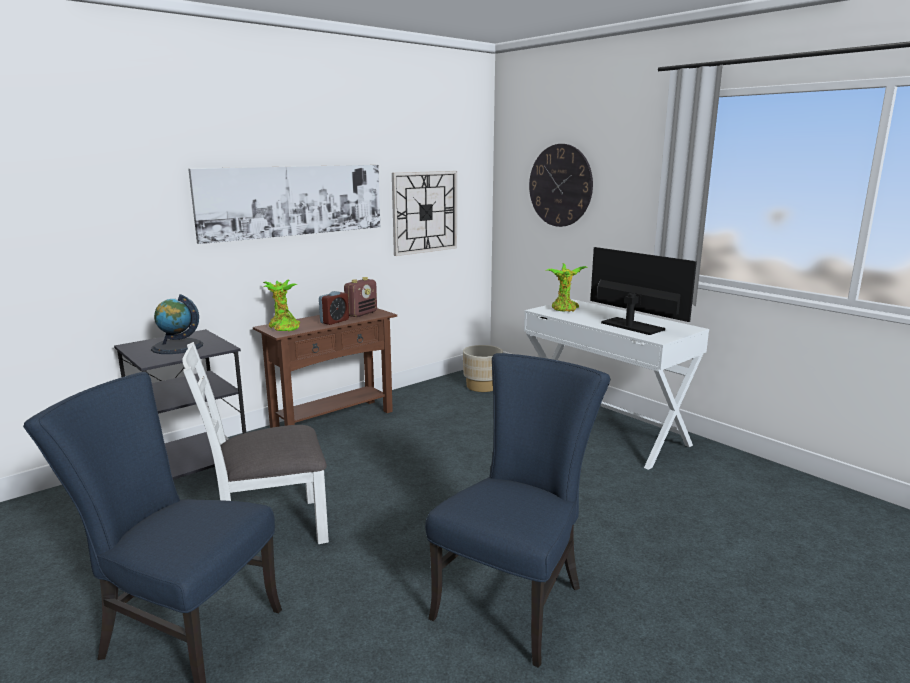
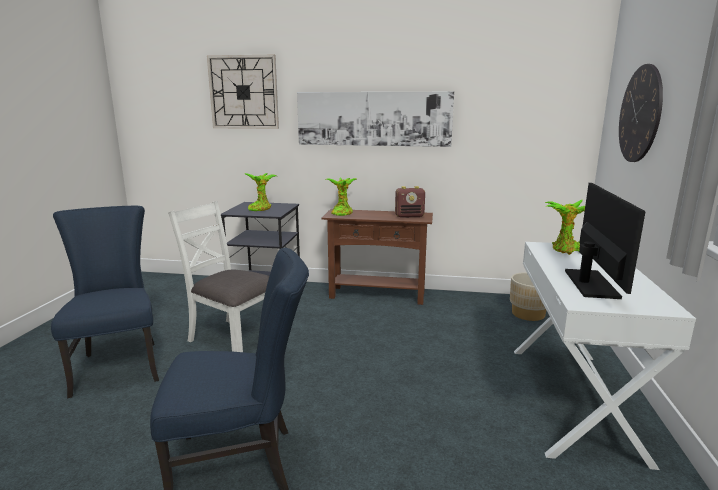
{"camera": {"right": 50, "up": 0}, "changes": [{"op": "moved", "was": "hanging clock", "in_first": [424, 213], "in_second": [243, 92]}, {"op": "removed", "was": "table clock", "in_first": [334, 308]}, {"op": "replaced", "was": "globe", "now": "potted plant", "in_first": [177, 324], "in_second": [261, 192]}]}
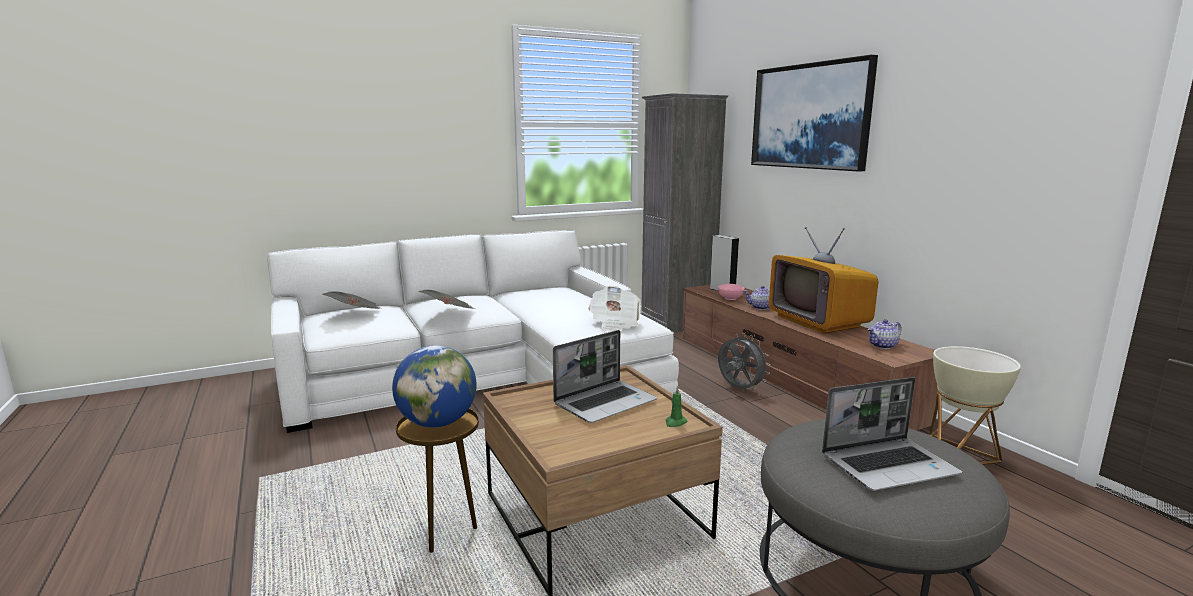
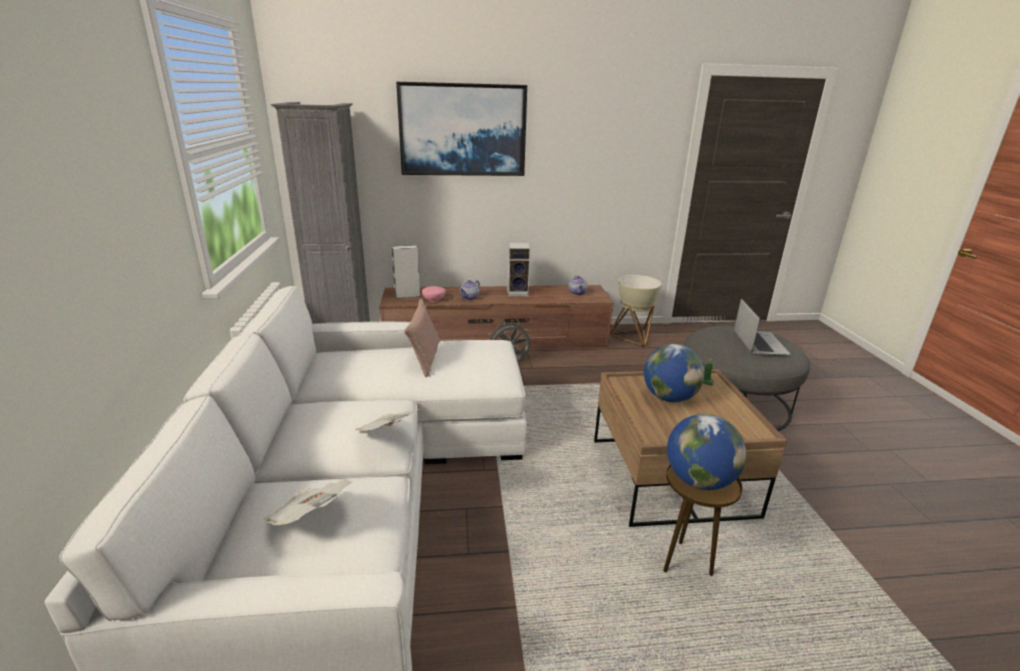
{"camera": {"right": -70, "up": 10}, "changes": [{"op": "replaced", "was": "TV set", "now": "audio speaker", "in_first": [823, 280], "in_second": [519, 269]}, {"op": "removed", "was": "newspaper", "in_first": [614, 309]}, {"op": "replaced", "was": "notebook computer", "now": "globe", "in_first": [605, 376], "in_second": [674, 373]}, {"op": "added", "now": "throw pillow (sand-coloured)", "in_second": [422, 338]}]}
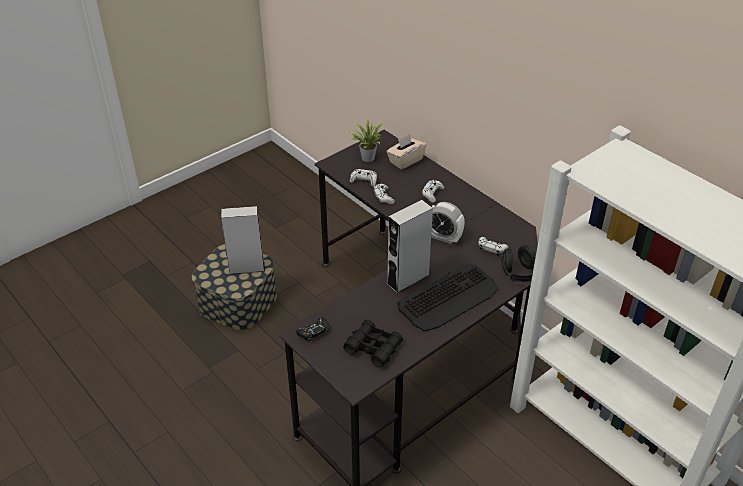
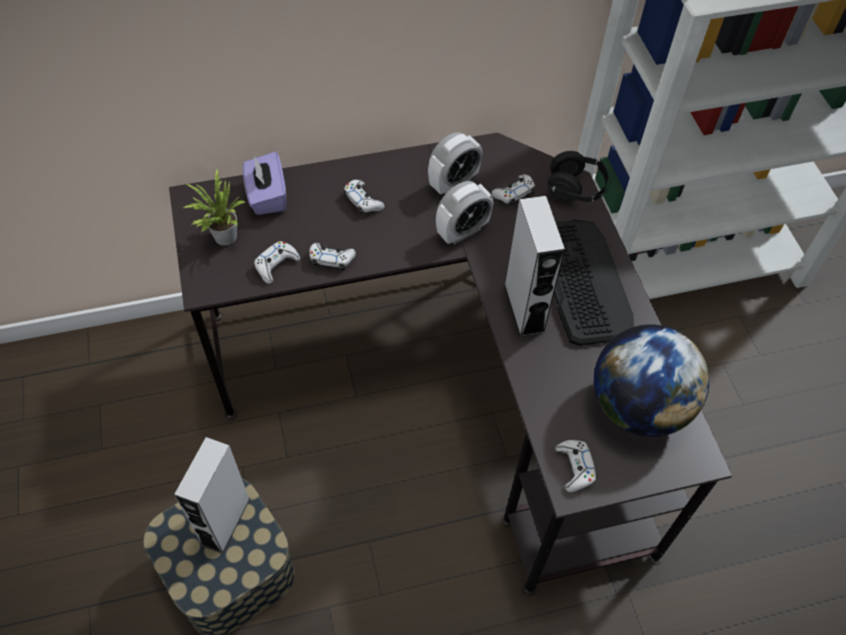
{"camera": {"right": -65, "up": 15}, "changes": [{"op": "recoloured", "was": "tissue holder (sand-coloured)", "now": "tissue holder (purple-coloured)", "in_first": [406, 152], "in_second": [264, 183]}, {"op": "recoloured", "was": "game controller (black-coloured)", "now": "game controller (whitish)", "in_first": [312, 329], "in_second": [576, 466]}, {"op": "replaced", "was": "field glasses (black-coloured)", "now": "globe", "in_first": [373, 343], "in_second": [651, 380]}, {"op": "added", "now": "table clock", "in_second": [455, 163]}]}
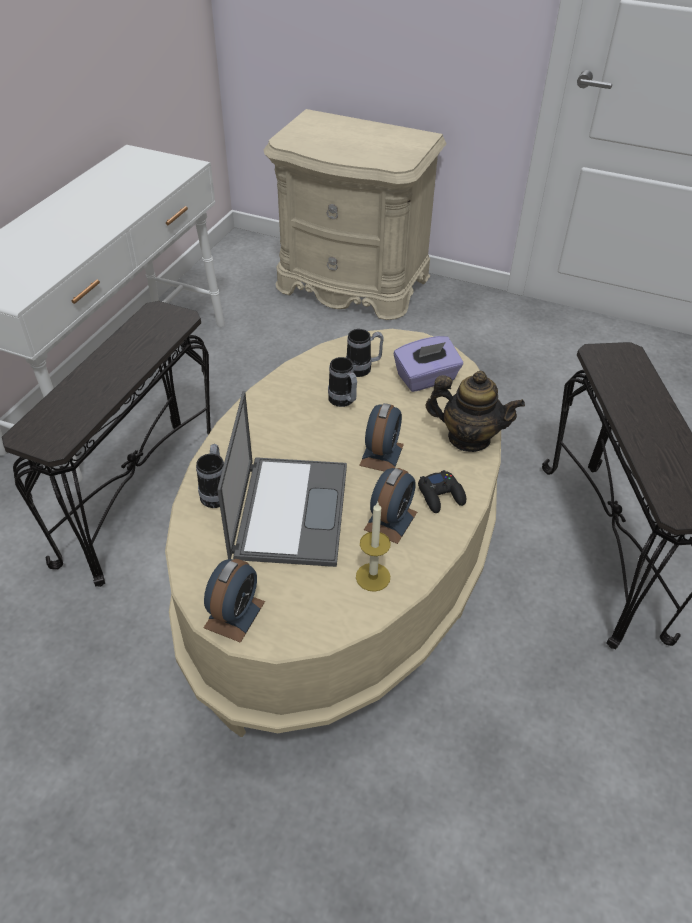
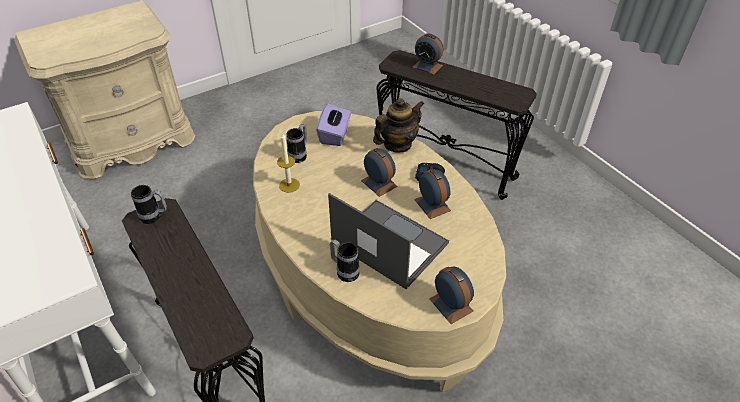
{"camera": {"right": -55, "up": 0}, "changes": [{"op": "moved", "was": "coffee mug", "in_first": [342, 382], "in_second": [149, 204]}, {"op": "moved", "was": "wax candle", "in_first": [373, 546], "in_second": [288, 163]}, {"op": "added", "now": "table clock", "in_second": [427, 54]}]}
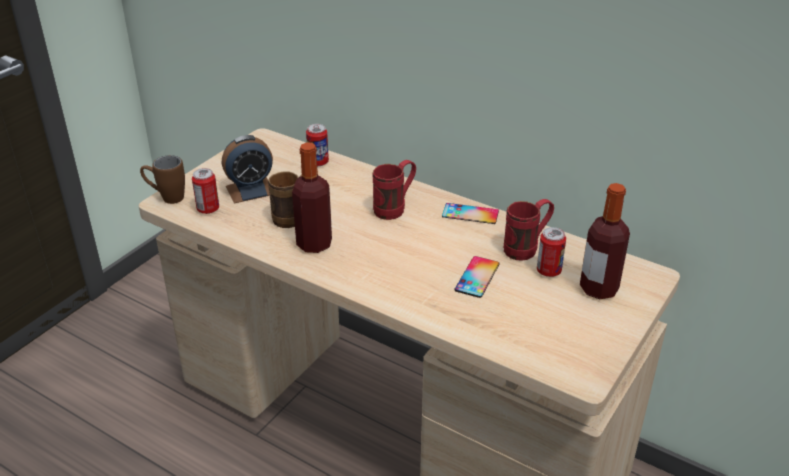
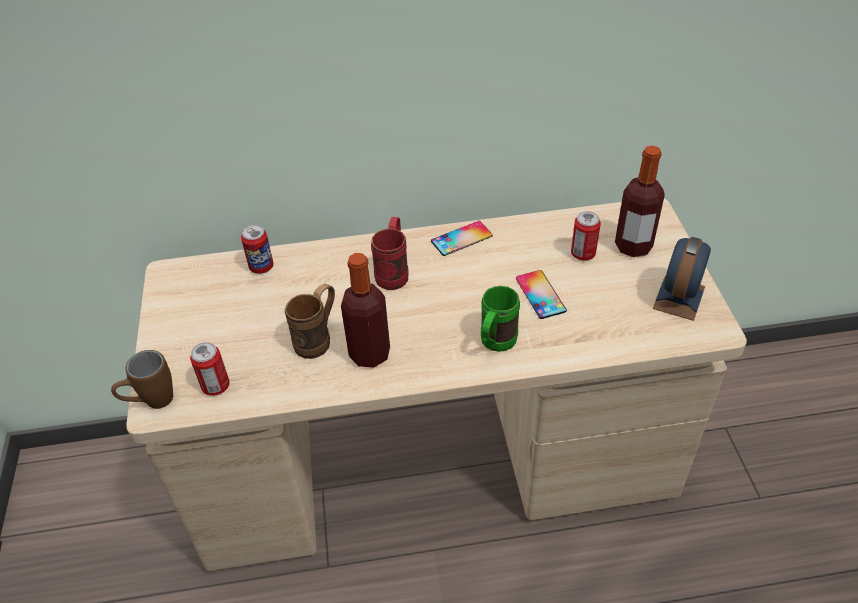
{"camera": {"right": -40, "up": 10}, "changes": [{"op": "moved", "was": "table clock", "in_first": [247, 169], "in_second": [682, 279]}, {"op": "removed", "was": "coffee mug (red)", "in_first": [529, 230]}, {"op": "added", "now": "coffee mug (green-coloured)", "in_second": [500, 319]}]}
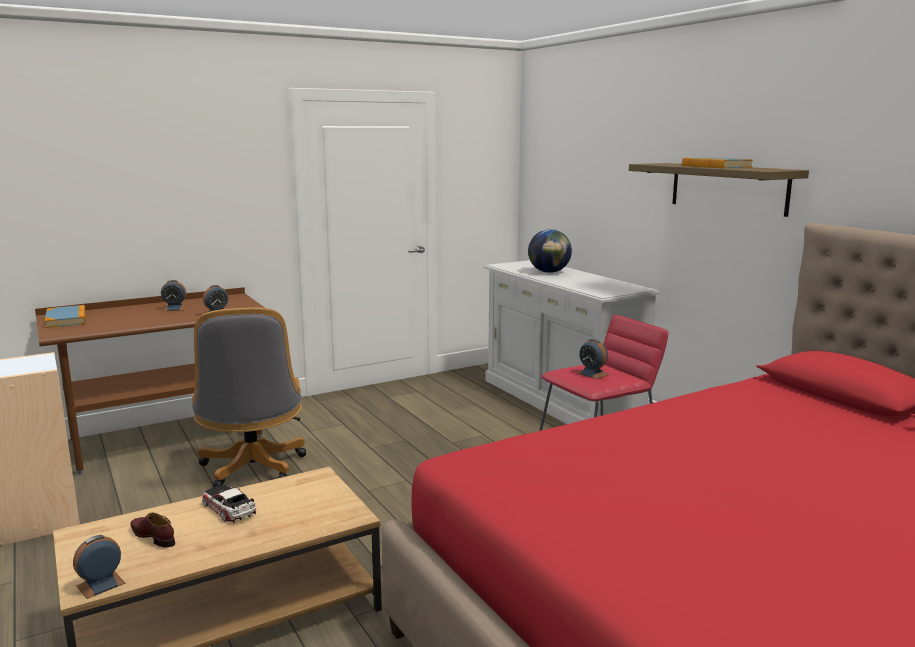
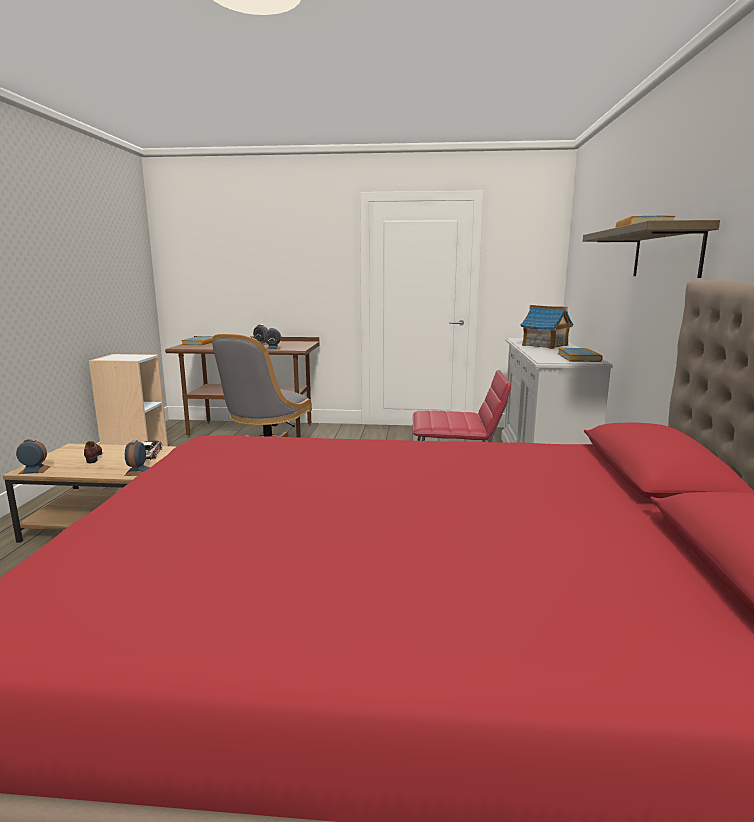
{"camera": {"right": 35, "up": 0}, "changes": [{"op": "replaced", "was": "globe", "now": "toy house", "in_first": [550, 251], "in_second": [547, 327]}, {"op": "moved", "was": "table clock", "in_first": [593, 359], "in_second": [137, 458]}, {"op": "added", "now": "bound book", "in_second": [580, 355]}]}
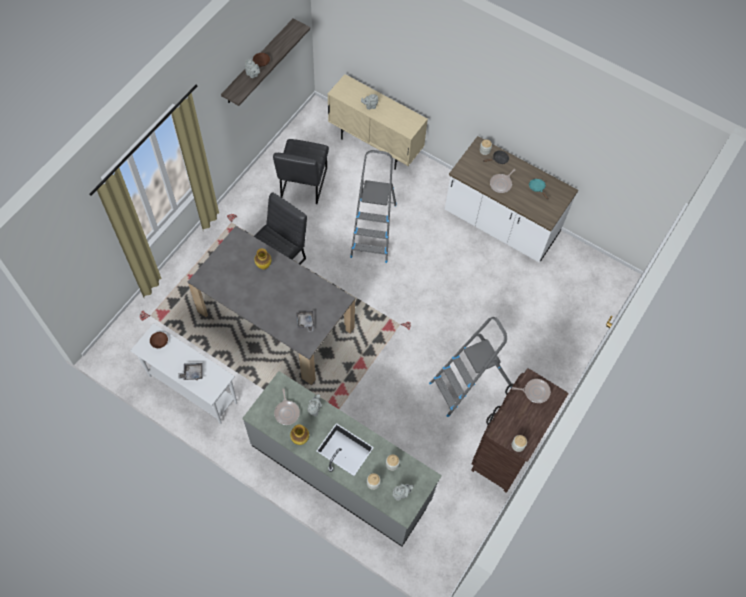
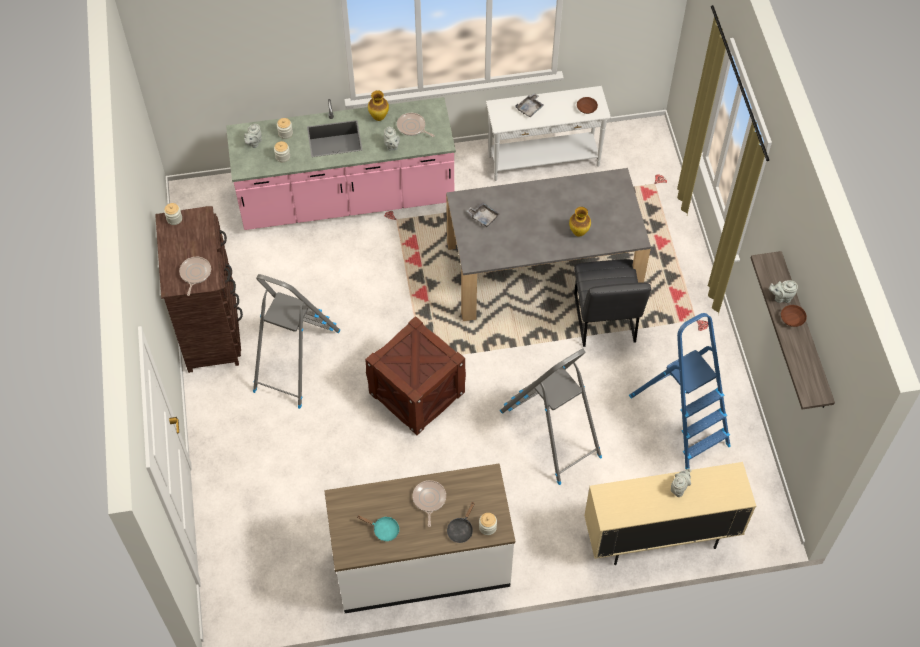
{"camera": {"right": 140, "up": -5}, "changes": [{"op": "replaced", "was": "chair (greyish)", "now": "stepladder (blue-coloured)", "in_first": [301, 171], "in_second": [679, 391]}, {"op": "recoloured", "was": "kitchen base unit (greyish)", "now": "kitchen base unit (pink-coloured)", "in_first": [342, 459], "in_second": [341, 163]}, {"op": "turned", "was": "pan", "in_first": [531, 391], "in_second": [195, 276], "clockwise": 135}, {"op": "added", "now": "crate", "in_second": [415, 375]}]}
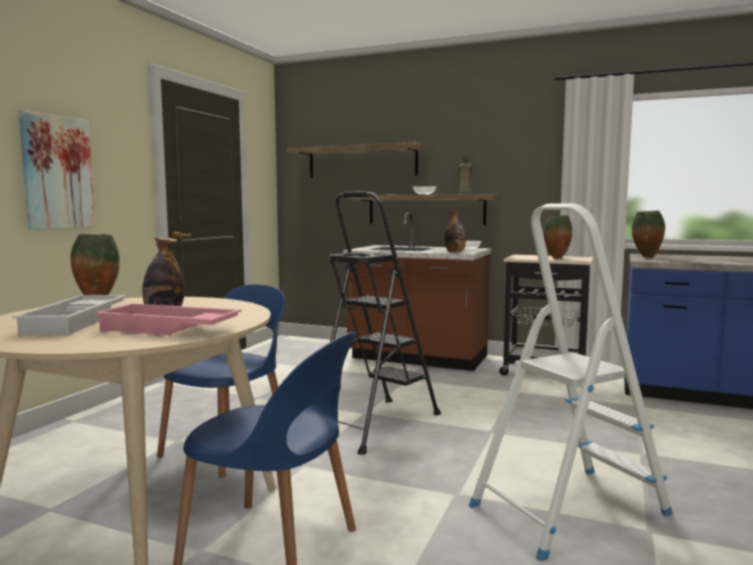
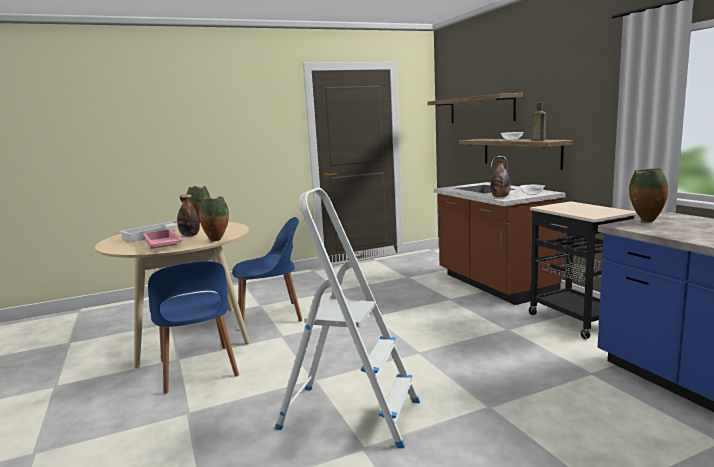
{"camera": {"right": 45, "up": 5}, "changes": [{"op": "removed", "was": "picture", "in_first": [56, 170]}, {"op": "removed", "was": "stepladder", "in_first": [385, 323]}, {"op": "moved", "was": "flower vase", "in_first": [557, 237], "in_second": [214, 218]}]}
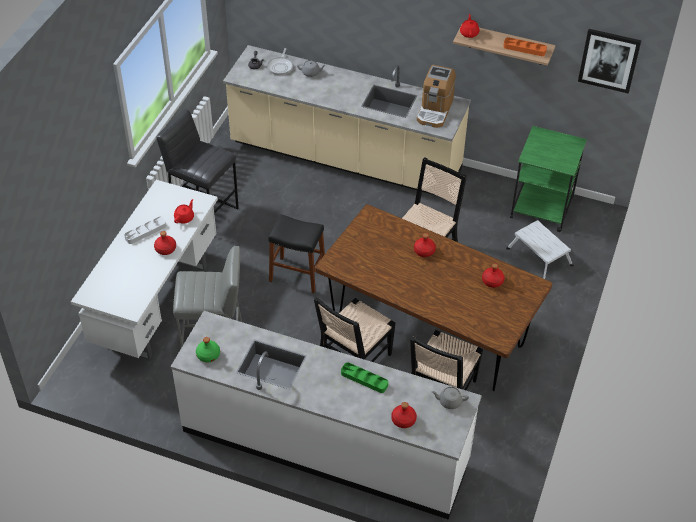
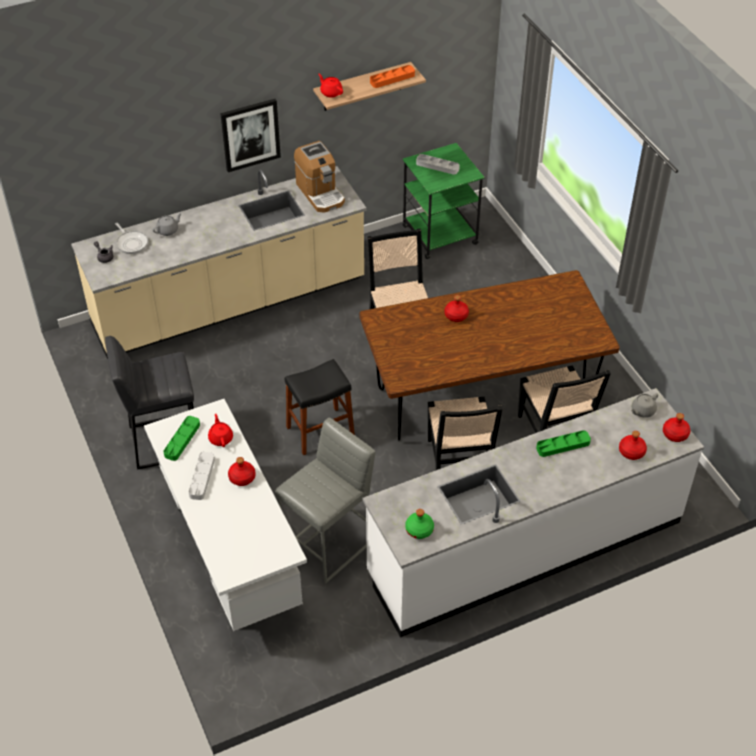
{"camera": {"right": -45, "up": 0}, "changes": [{"op": "moved", "was": "picture", "in_first": [609, 61], "in_second": [250, 135]}, {"op": "removed", "was": "stepladder (whitish)", "in_first": [540, 249]}, {"op": "moved", "was": "beverage bottle (red)", "in_first": [493, 275], "in_second": [676, 427]}, {"op": "added", "now": "serving tray (greyish)", "in_second": [438, 164]}, {"op": "added", "now": "serving tray (green-coloured)", "in_second": [181, 438]}]}
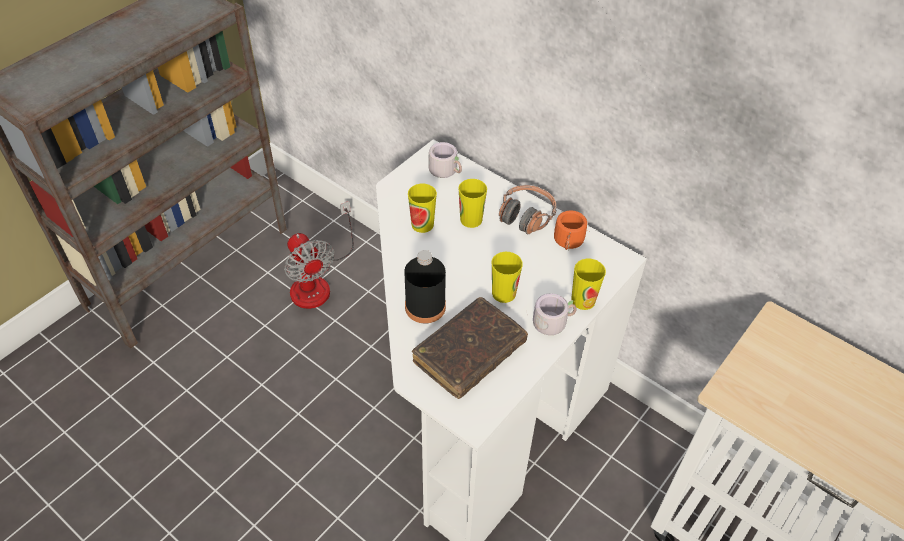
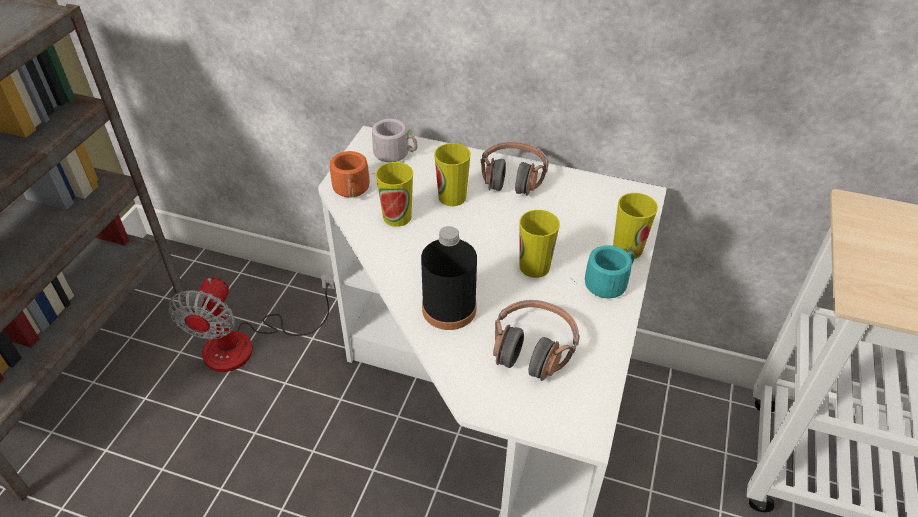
{"camera": {"right": -20, "up": -5}, "changes": [{"op": "turned", "was": "fan", "in_first": [319, 255], "in_second": [252, 323], "clockwise": 60}, {"op": "moved", "was": "coffee mug (orange-coloured)", "in_first": [570, 230], "in_second": [350, 175]}, {"op": "recoloured", "was": "coffee mug (greyish)", "now": "coffee mug (blue-green)", "in_first": [551, 314], "in_second": [603, 271]}, {"op": "replaced", "was": "bound book (brown)", "now": "headset", "in_first": [470, 348], "in_second": [536, 340]}]}
